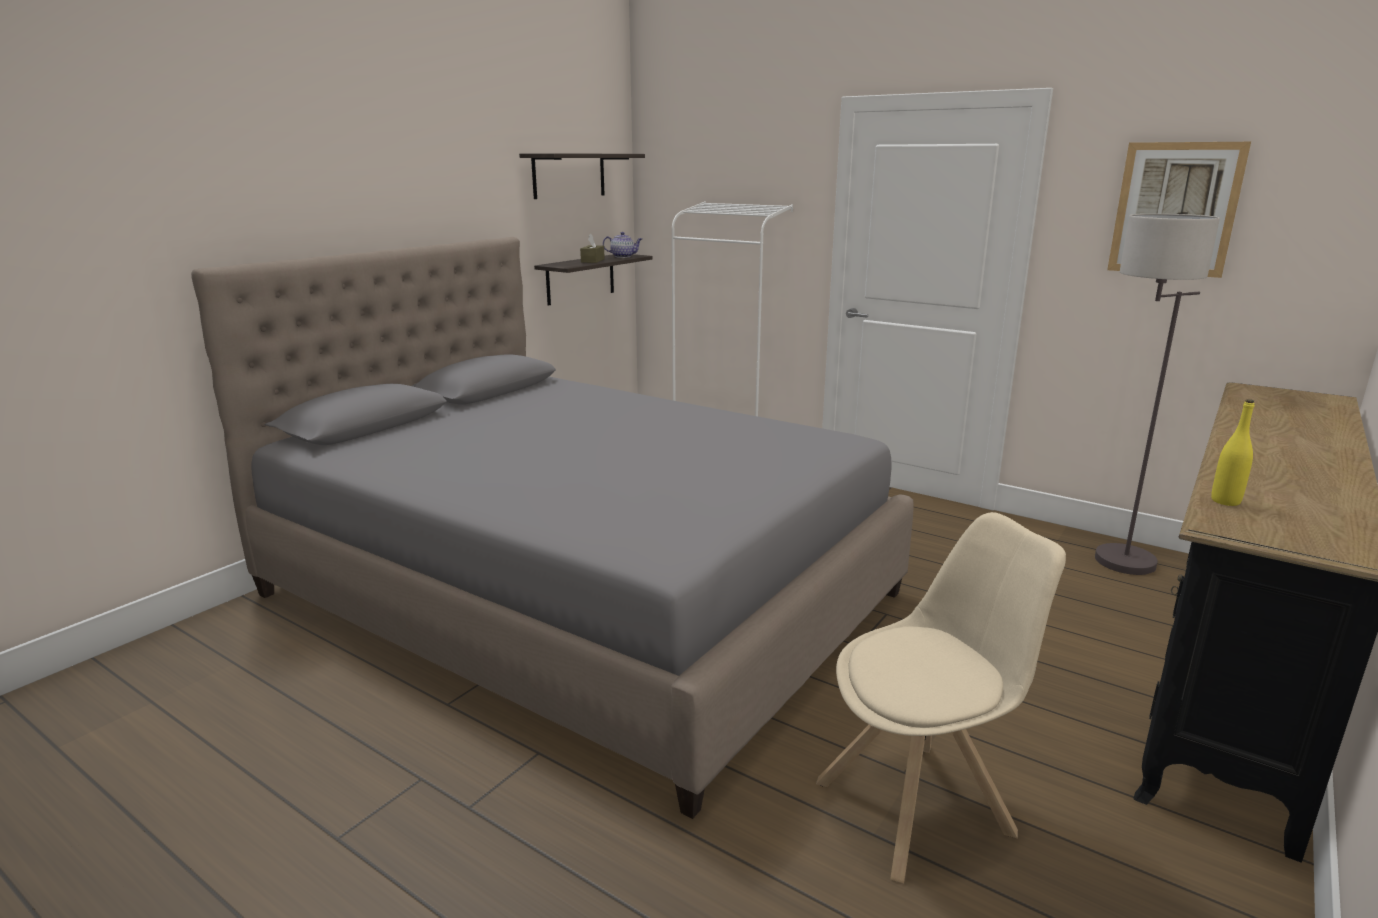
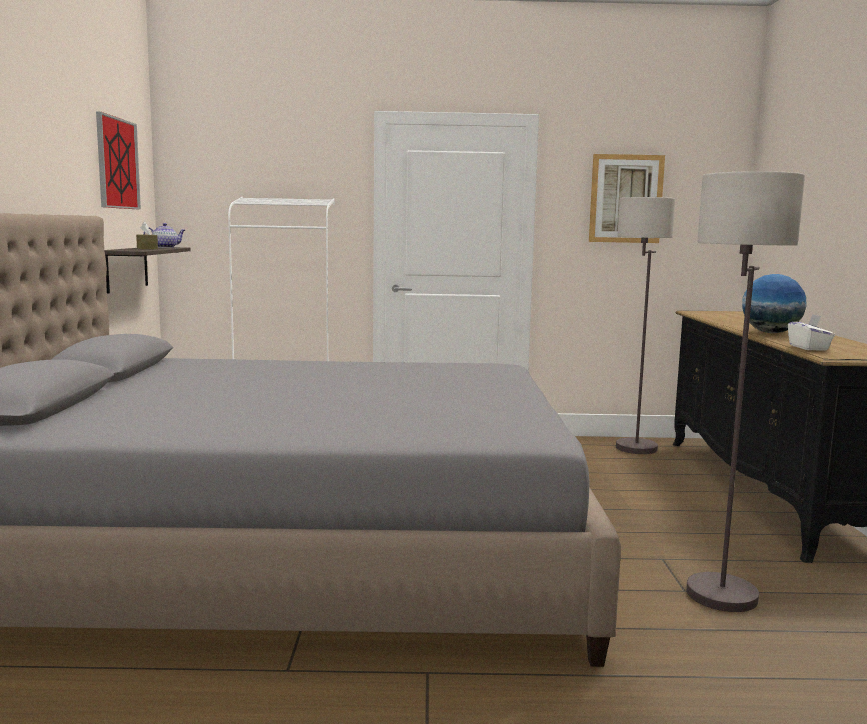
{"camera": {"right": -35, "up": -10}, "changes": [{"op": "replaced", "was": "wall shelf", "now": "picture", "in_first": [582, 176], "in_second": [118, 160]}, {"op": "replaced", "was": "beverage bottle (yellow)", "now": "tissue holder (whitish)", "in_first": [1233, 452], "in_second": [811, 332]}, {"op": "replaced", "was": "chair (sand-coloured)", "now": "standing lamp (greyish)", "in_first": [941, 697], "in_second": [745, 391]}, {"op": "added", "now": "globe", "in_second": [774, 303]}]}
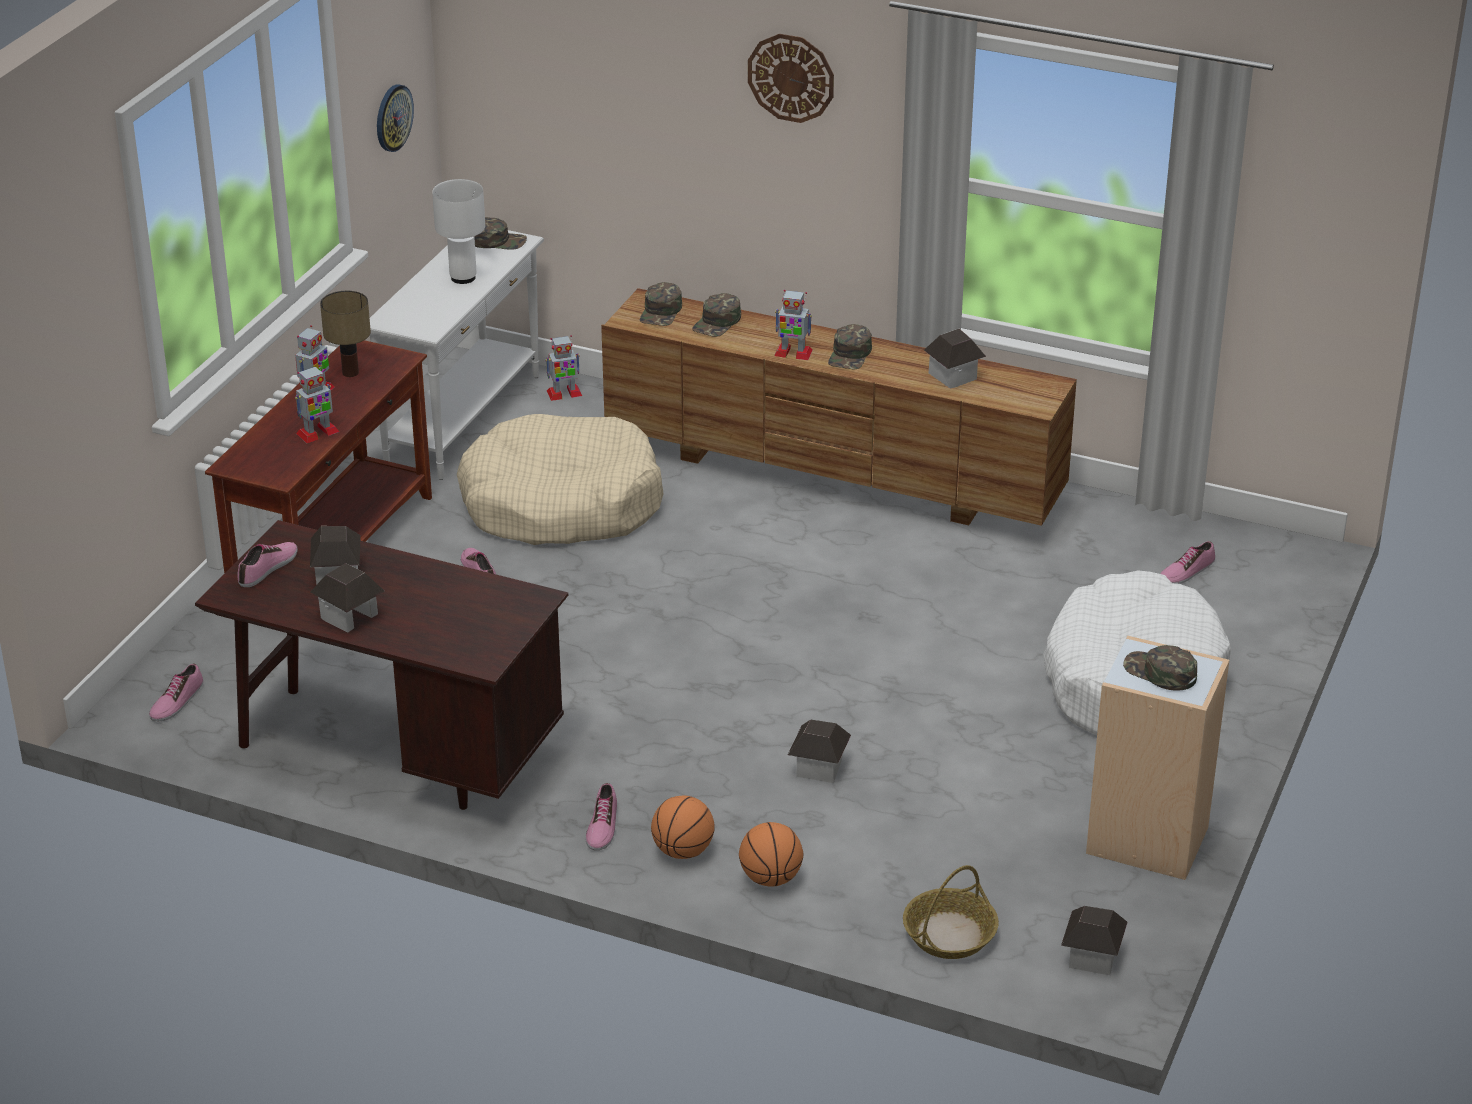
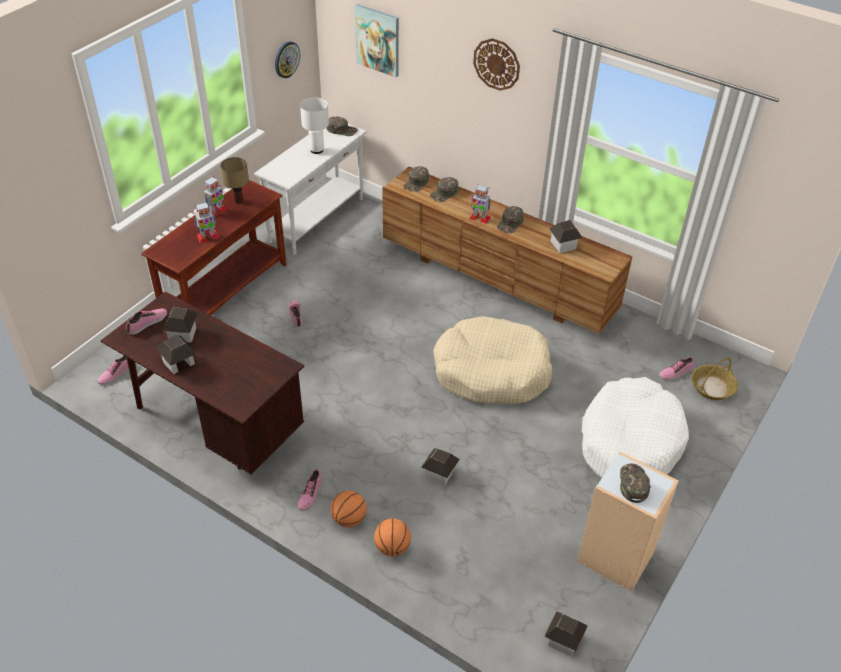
{"camera": {"right": 10, "up": 10}, "changes": [{"op": "removed", "was": "robot figure", "in_first": [563, 368]}, {"op": "moved", "was": "pet bed (sand-coloured)", "in_first": [560, 479], "in_second": [492, 360]}, {"op": "turned", "was": "peaked cap (green-coloured)", "in_first": [1160, 667], "in_second": [635, 483], "clockwise": 45}, {"op": "moved", "was": "basket", "in_first": [951, 912], "in_second": [714, 379]}, {"op": "added", "now": "picture", "in_second": [377, 40]}]}
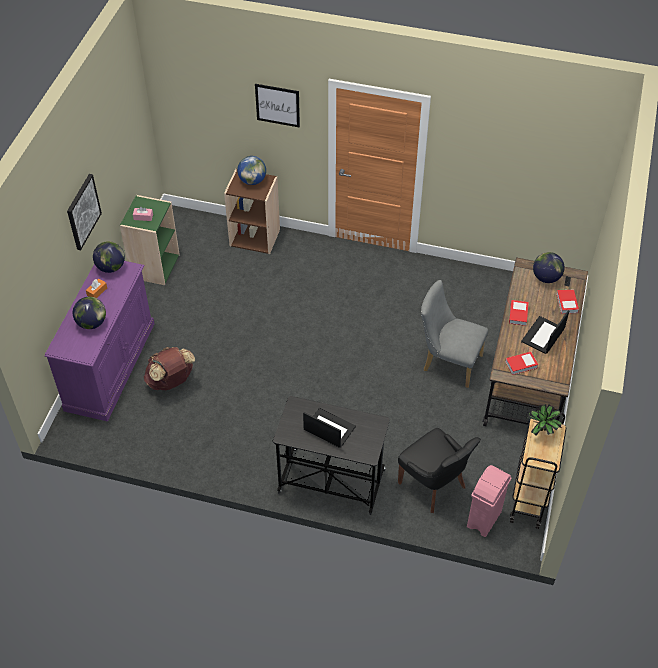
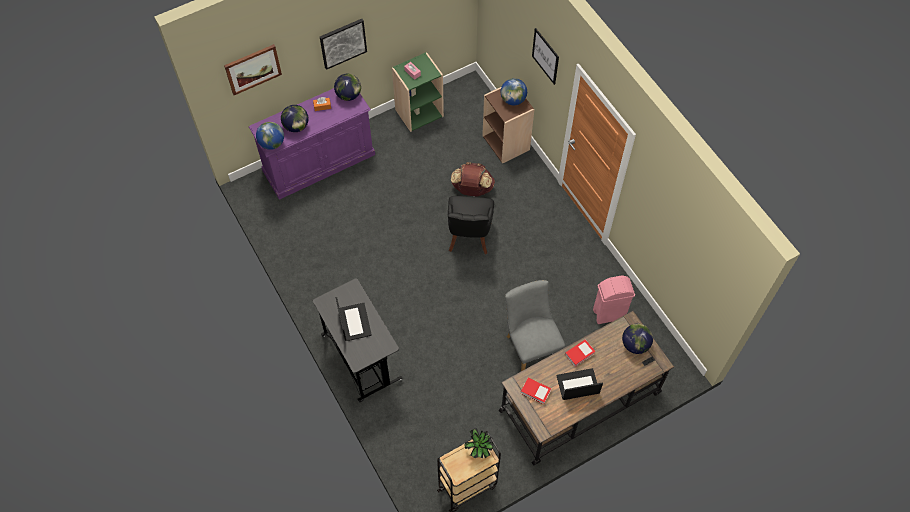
{"camera": {"right": 45, "up": 10}, "changes": [{"op": "removed", "was": "bound book", "in_first": [568, 302]}, {"op": "moved", "was": "knapsack (brown)", "in_first": [169, 368], "in_second": [473, 179]}, {"op": "moved", "was": "chair (black-coloured)", "in_first": [439, 470], "in_second": [471, 225]}, {"op": "moved", "was": "rubbish bin (pink-coloured)", "in_first": [489, 501], "in_second": [614, 300]}, {"op": "added", "now": "picture", "in_second": [253, 69]}, {"op": "added", "now": "globe", "in_second": [270, 136]}]}
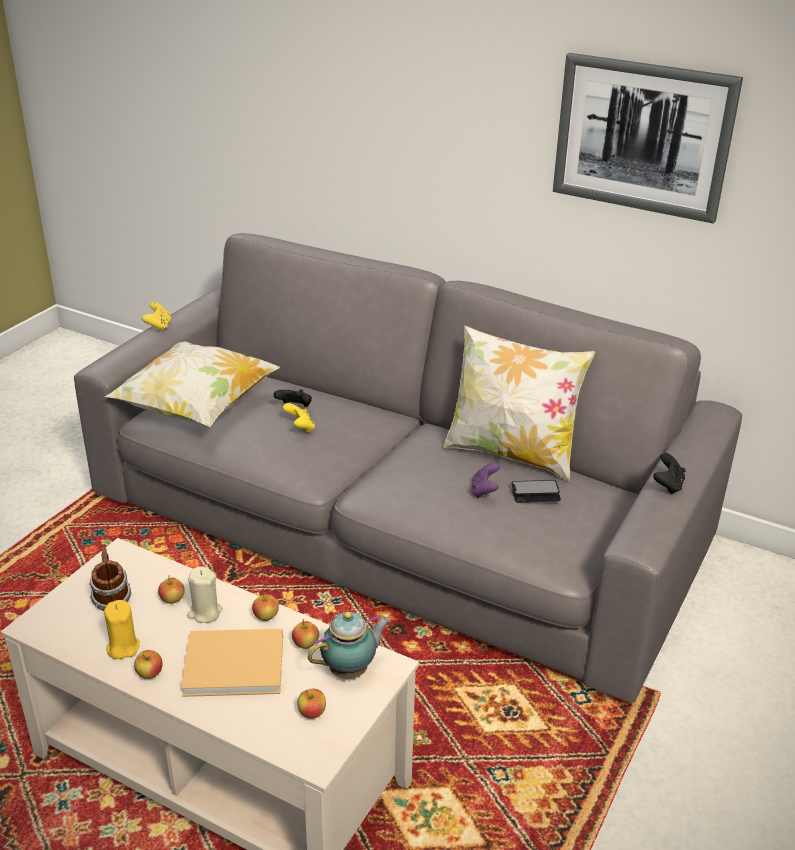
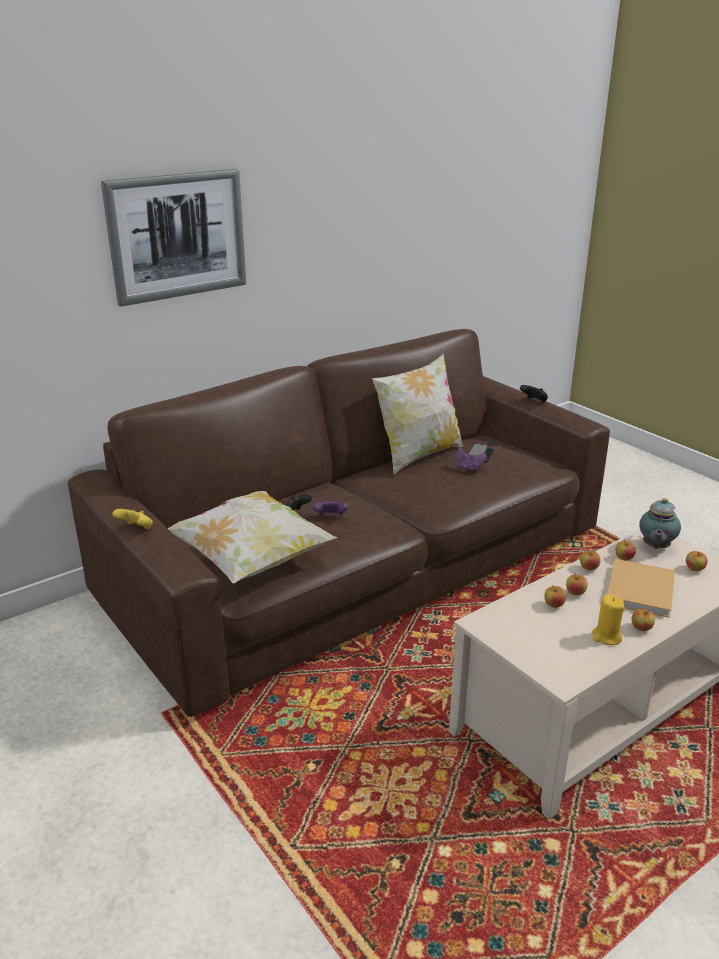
{"camera": {"right": -65, "up": -5}, "changes": [{"op": "moved", "was": "picture", "in_first": [648, 138], "in_second": [173, 238]}, {"op": "recoloured", "was": "sofa (greyish)", "now": "sofa (brown)", "in_first": [408, 468], "in_second": [339, 523]}, {"op": "recoloured", "was": "game controller (yellow)", "now": "game controller (purple-coloured)", "in_first": [299, 418], "in_second": [330, 507]}, {"op": "removed", "was": "coffee mug", "in_first": [110, 579]}, {"op": "replaced", "was": "wax candle (sand-coloured)", "now": "apple", "in_first": [204, 594], "in_second": [577, 584]}, {"op": "turned", "was": "pot for tea", "in_first": [349, 645], "in_second": [660, 523], "clockwise": -150}]}
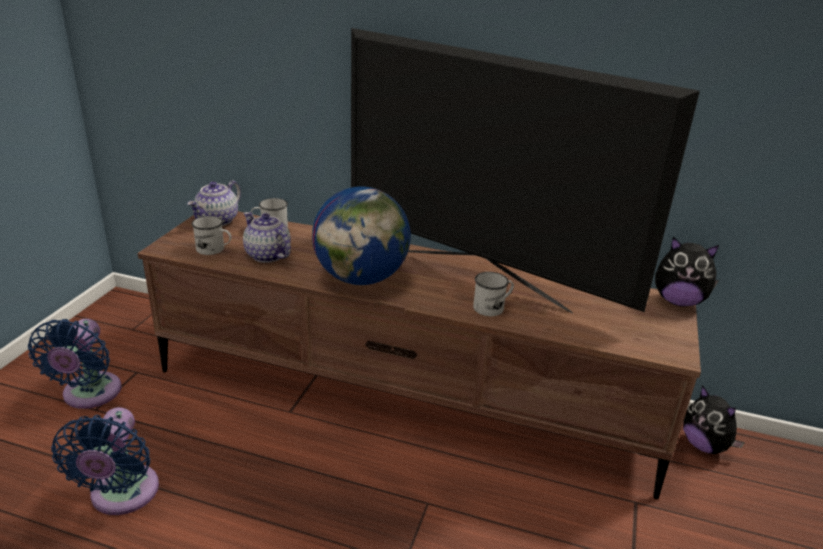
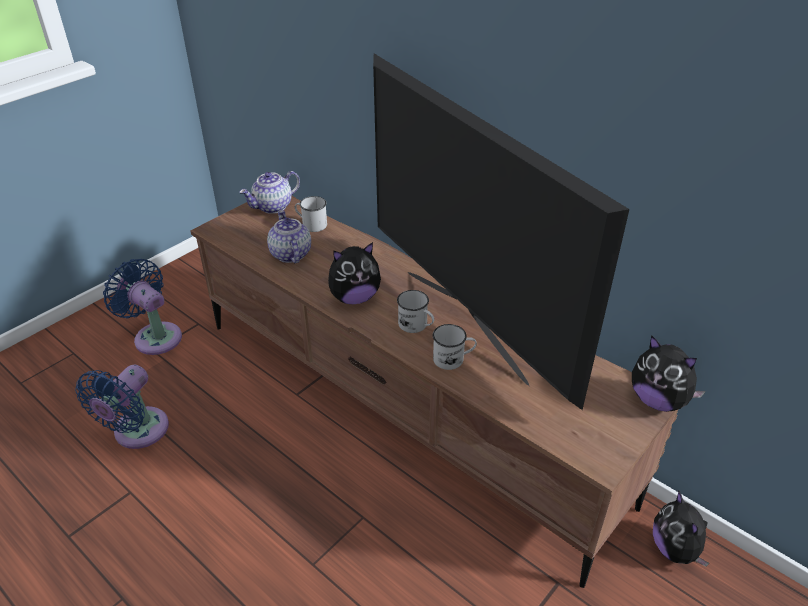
{"camera": {"right": 25, "up": 10}, "changes": [{"op": "replaced", "was": "globe", "now": "plush toy", "in_first": [361, 236], "in_second": [354, 273]}, {"op": "moved", "was": "coffee mug (whitish)", "in_first": [212, 235], "in_second": [415, 311]}, {"op": "turned", "was": "fan (blue-coloured)", "in_first": [74, 364], "in_second": [142, 307], "clockwise": 105}]}
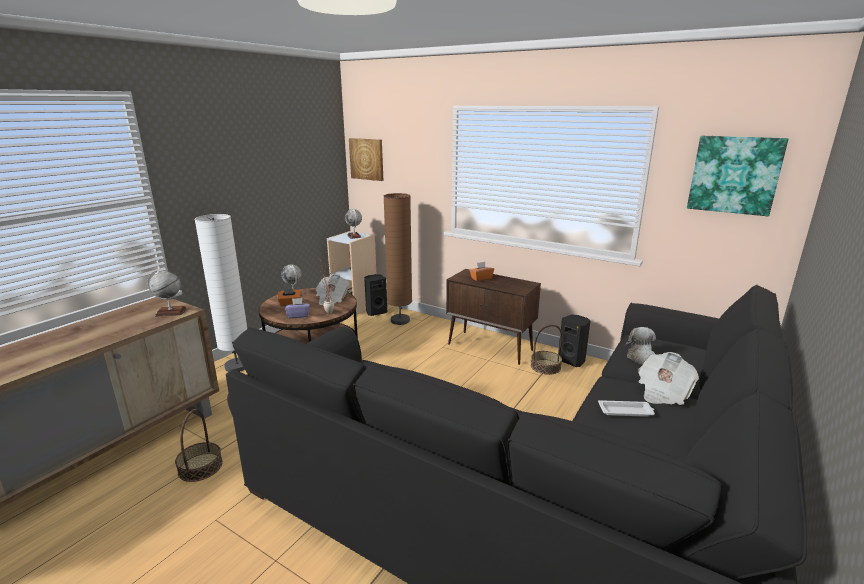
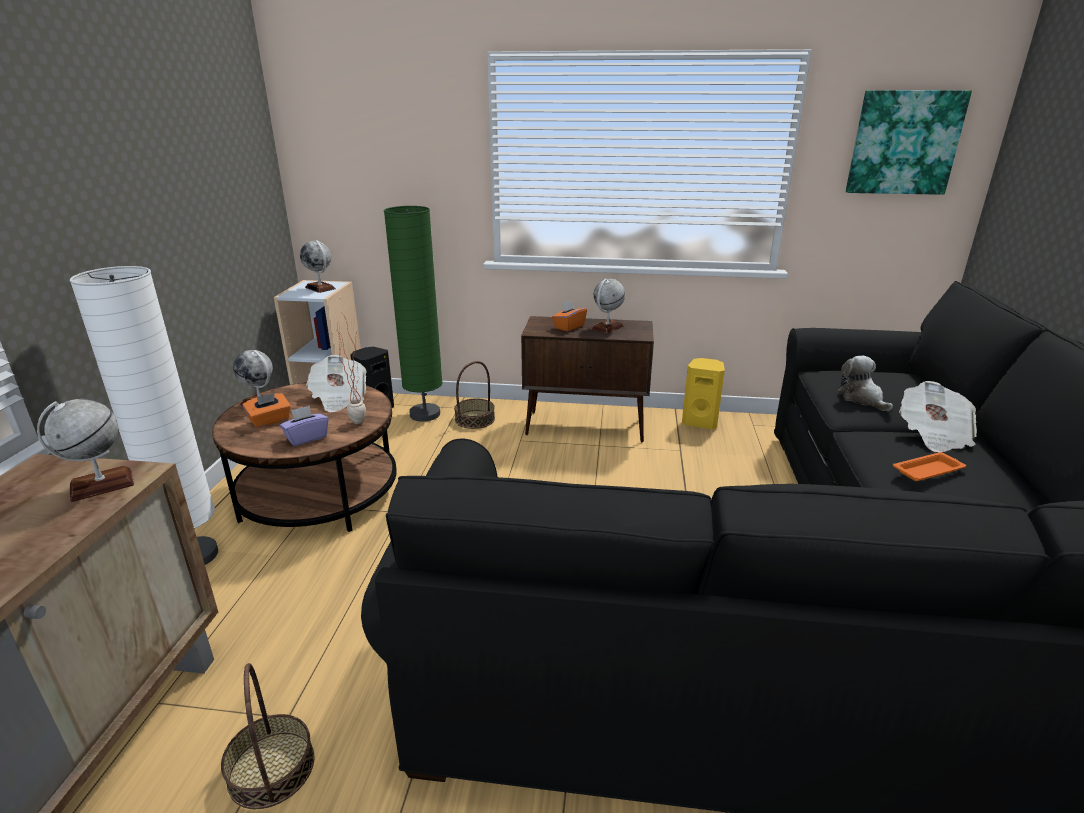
{"camera": {"right": -25, "up": 5}, "changes": [{"op": "removed", "was": "picture", "in_first": [366, 159]}, {"op": "recoloured", "was": "standing lamp (brown)", "now": "standing lamp (green-coloured)", "in_first": [397, 259], "in_second": [413, 314]}, {"op": "recoloured", "was": "audio speaker (black-coloured)", "now": "audio speaker (yellow)", "in_first": [574, 340], "in_second": [703, 393]}, {"op": "moved", "was": "basket", "in_first": [546, 349], "in_second": [474, 395]}, {"op": "recoloured", "was": "serving tray (whitish)", "now": "serving tray (orange-coloured)", "in_first": [626, 408], "in_second": [929, 466]}, {"op": "added", "now": "globe", "in_second": [608, 306]}]}
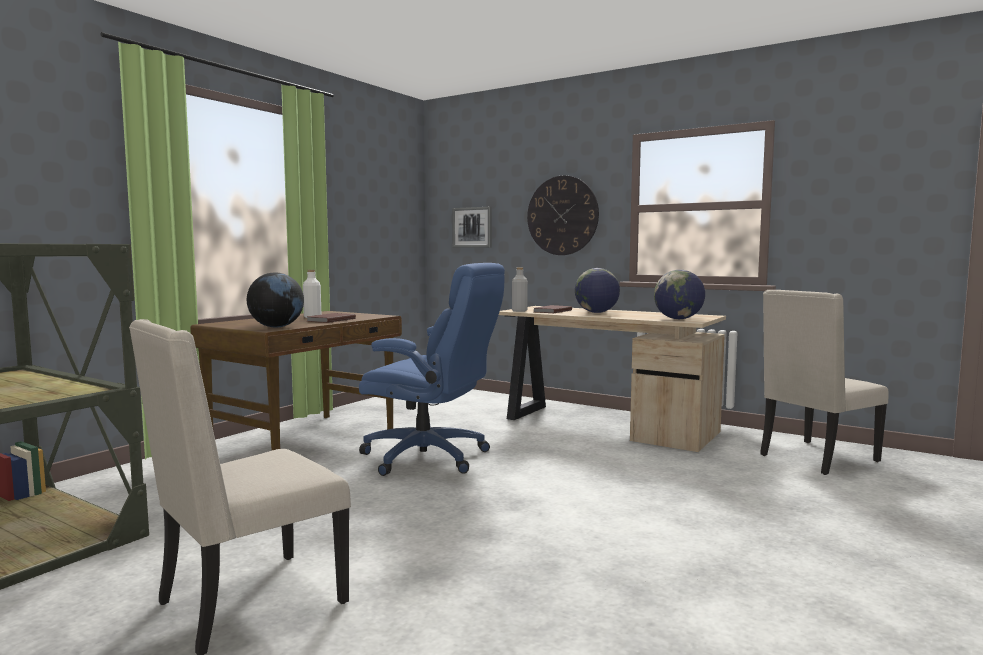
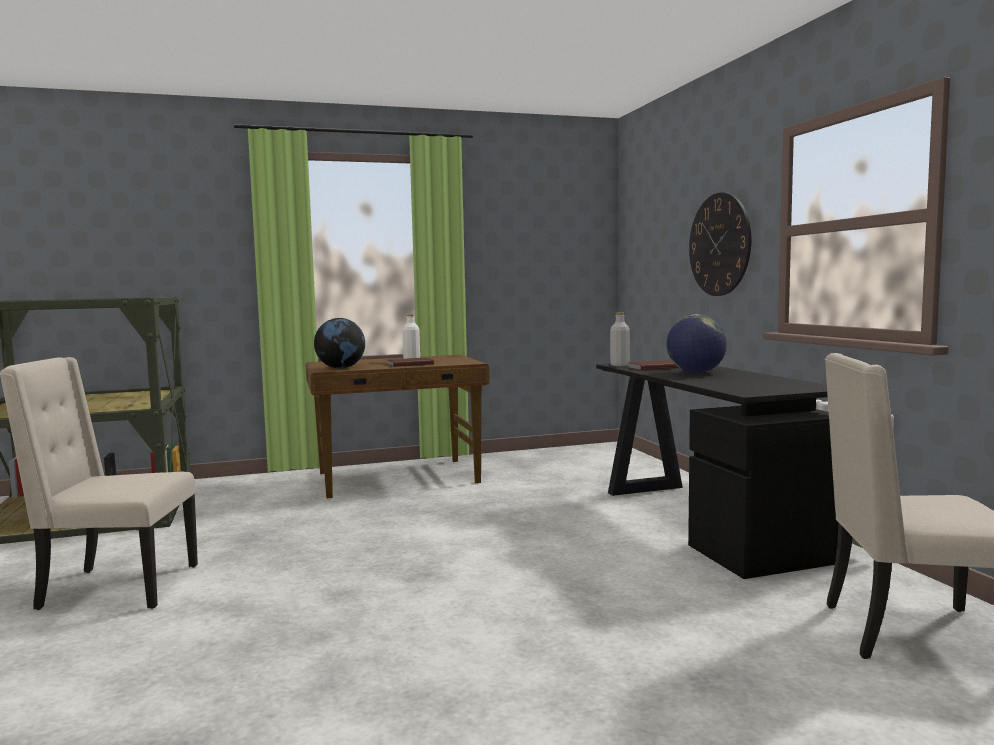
{"camera": {"right": 40, "up": 0}, "changes": [{"op": "removed", "was": "picture", "in_first": [472, 227]}, {"op": "removed", "was": "desk chair (blue-coloured)", "in_first": [432, 369]}, {"op": "removed", "was": "globe", "in_first": [679, 294]}, {"op": "recoloured", "was": "desk unit (sand-coloured)", "now": "desk unit (black-coloured)", "in_first": [612, 379], "in_second": [717, 469]}]}
